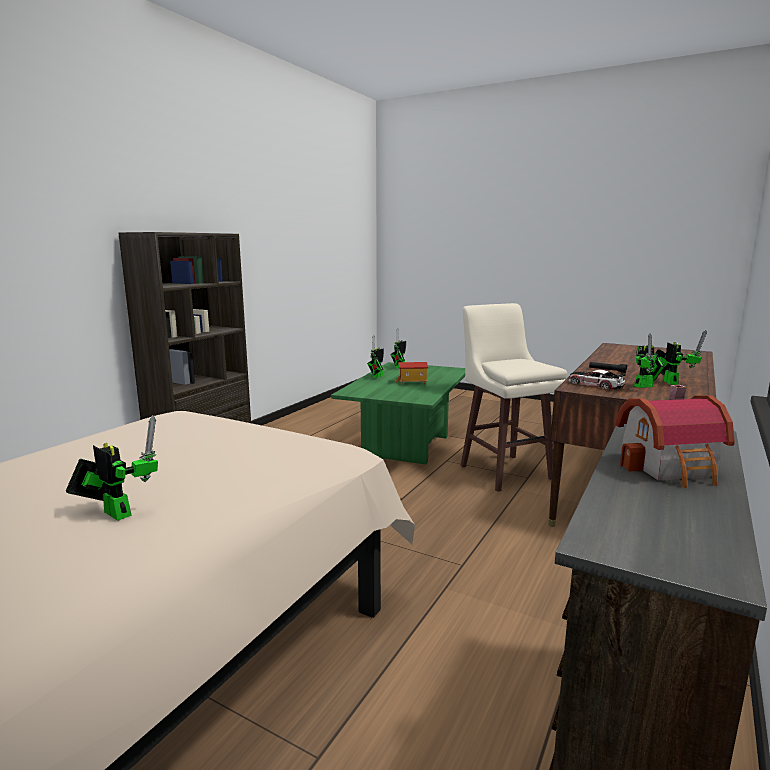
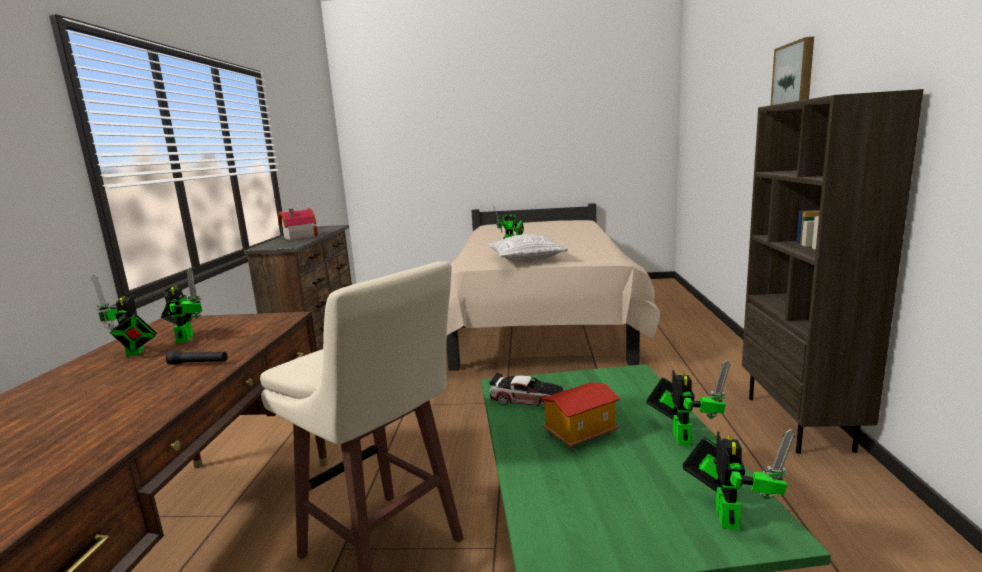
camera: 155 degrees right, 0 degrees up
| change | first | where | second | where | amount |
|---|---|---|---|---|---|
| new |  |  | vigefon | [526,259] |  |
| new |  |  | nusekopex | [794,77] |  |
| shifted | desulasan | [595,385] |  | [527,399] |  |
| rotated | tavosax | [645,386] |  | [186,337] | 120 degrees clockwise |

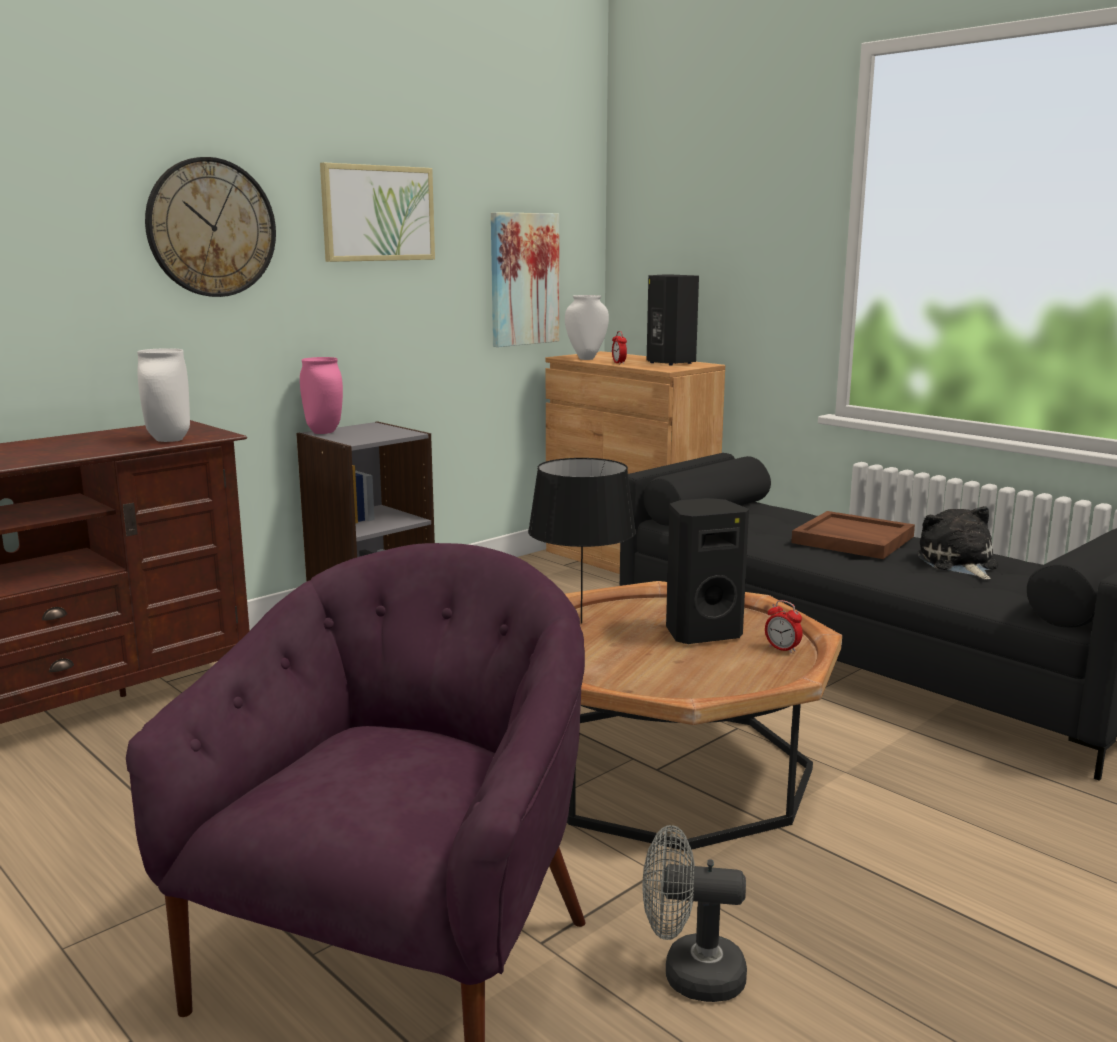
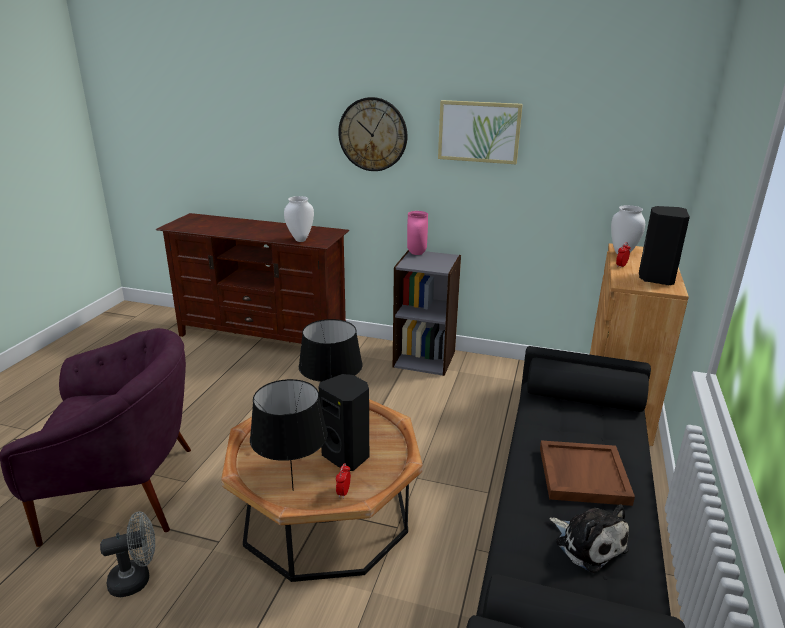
camera: 60 degrees right, 10 degrees up
| change | first | where | second | where | amount |
|---|---|---|---|---|---|
| gone | nusekopex | [523,279] |  |  |  |
| new |  |  | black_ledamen | [292,490] |  |
| rotated | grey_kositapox | [690,975] |  | [136,579] | 90 degrees clockwise |
| rotated | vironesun | [958,563] |  | [588,543] | 90 degrees clockwise |

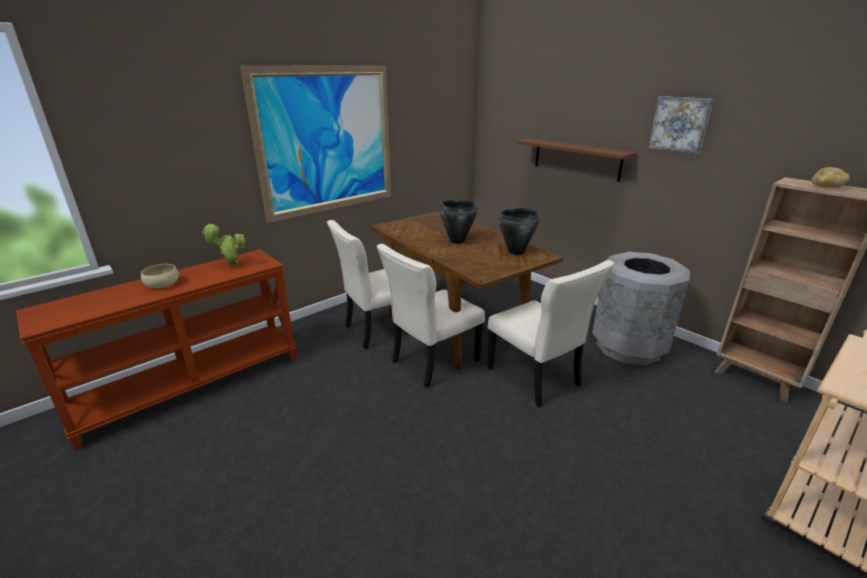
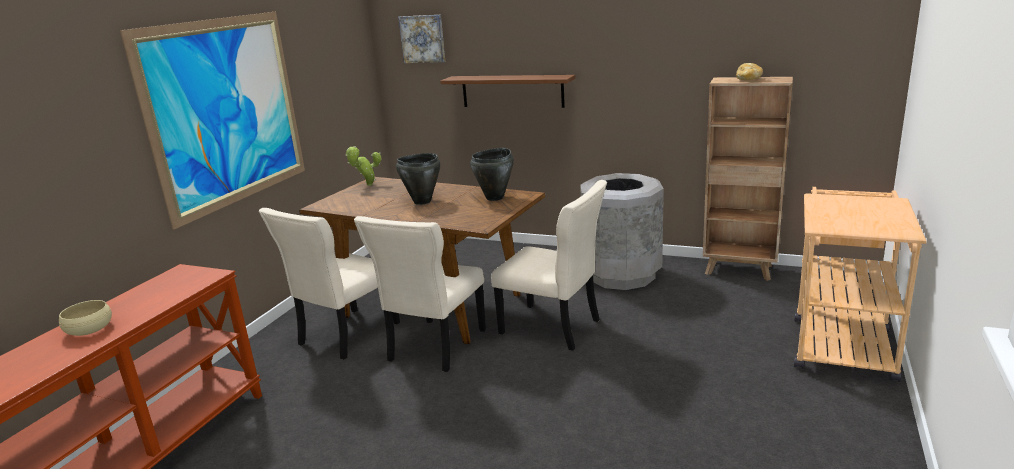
camera: 25 degrees left, 5 degrees down
| change | first | where | second | where | amount |
|---|---|---|---|---|---|
| shifted | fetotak | [231,266] |  | [367,185] |  |
| shifted | nusekopex | [680,124] |  | [423,39] |  |

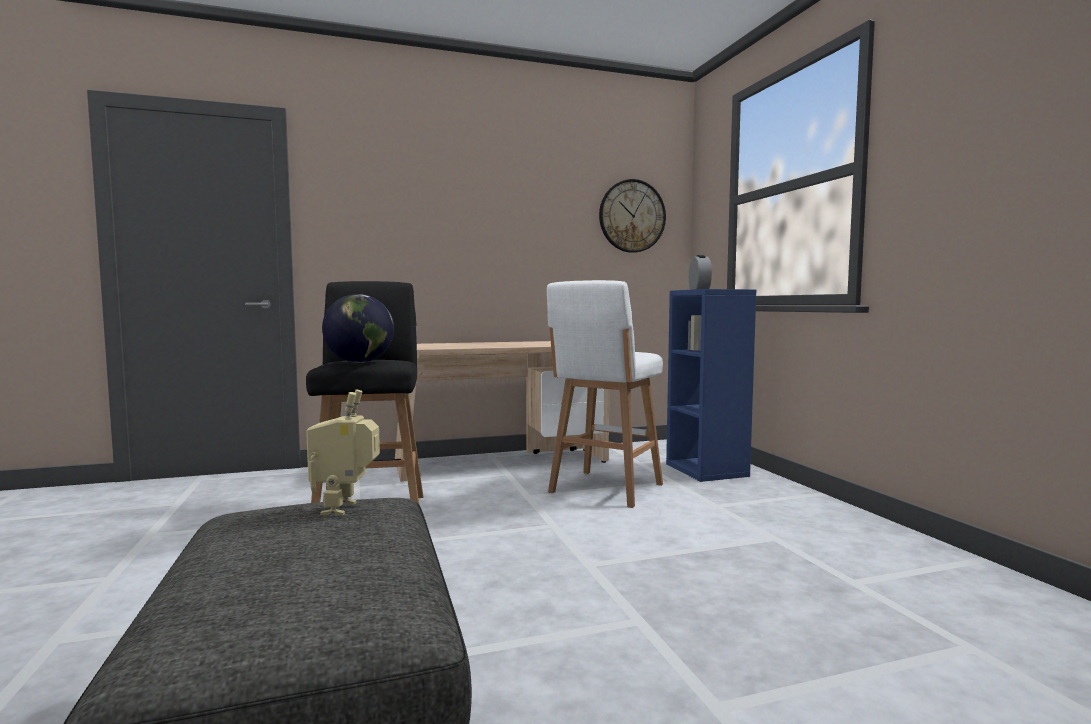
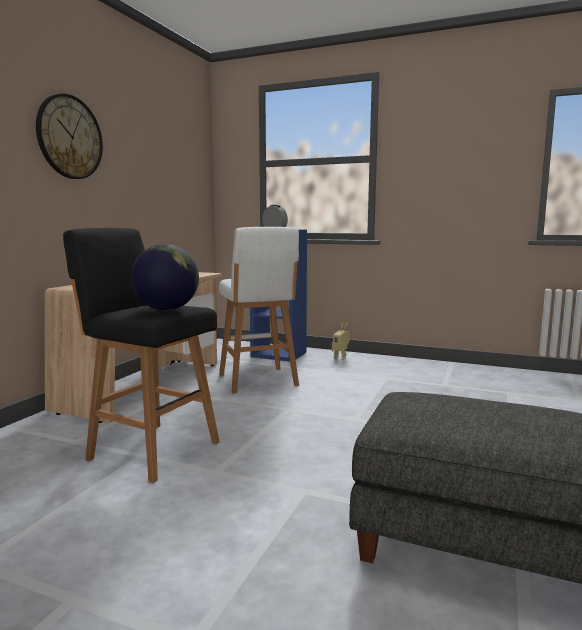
camera: 50 degrees left, 5 degrees up
| change | first | where | second | where | amount |
|---|---|---|---|---|---|
| shifted | tavosax | [346,508] |  | [341,357] |  |
| shifted | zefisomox | [632,216] |  | [69,137] |  |

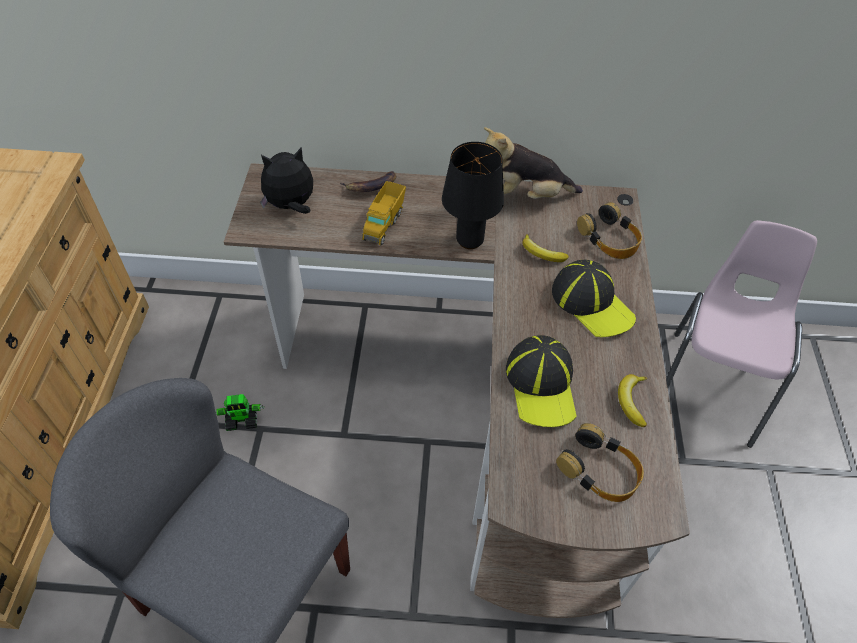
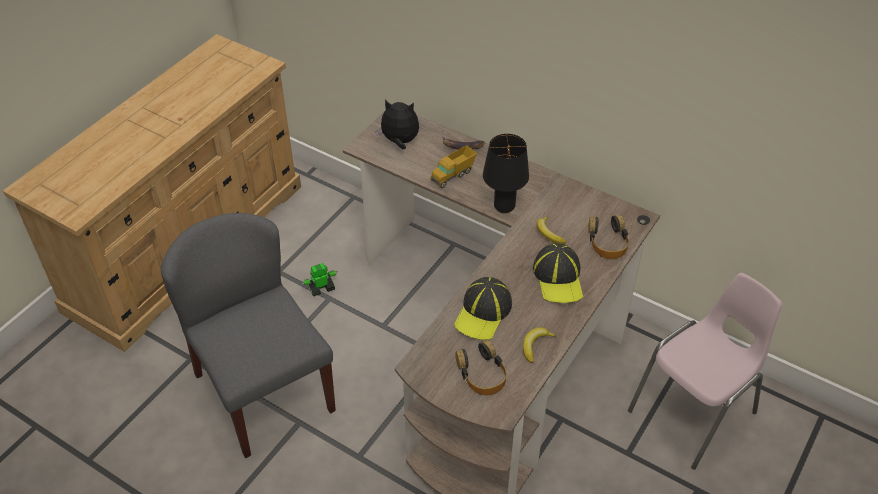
camera: 30 degrees right, 5 degrees down
| change | first | where | second | where | amount |
|---|---|---|---|---|---|
| gone | vironesun | [523,197] |  |  |  |
| rotated | tavosax | [242,420] |  | [320,288] | 135 degrees clockwise |

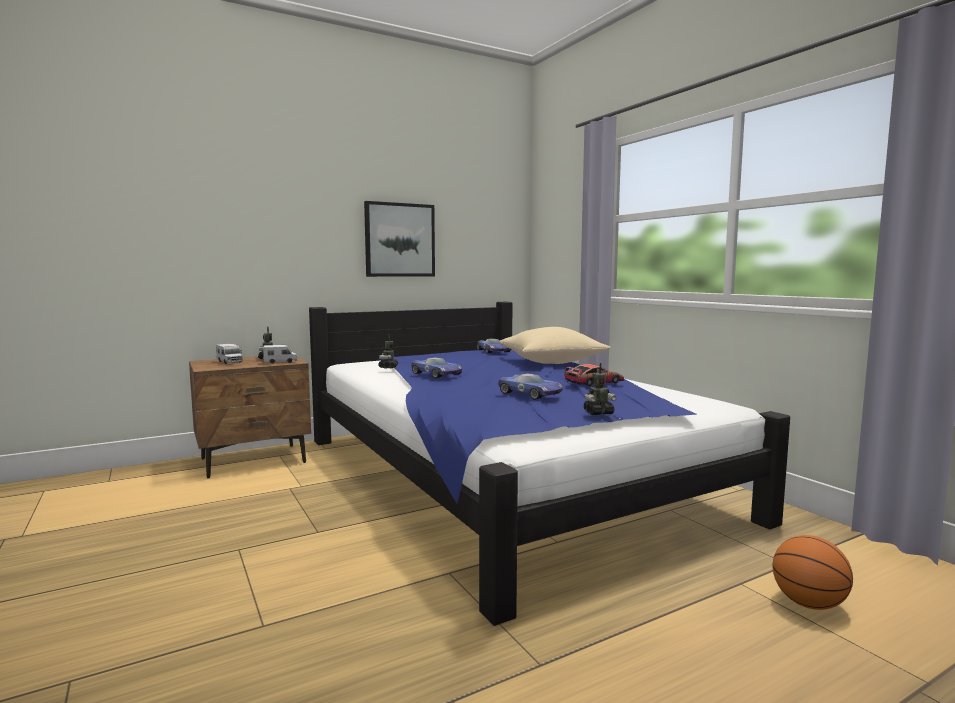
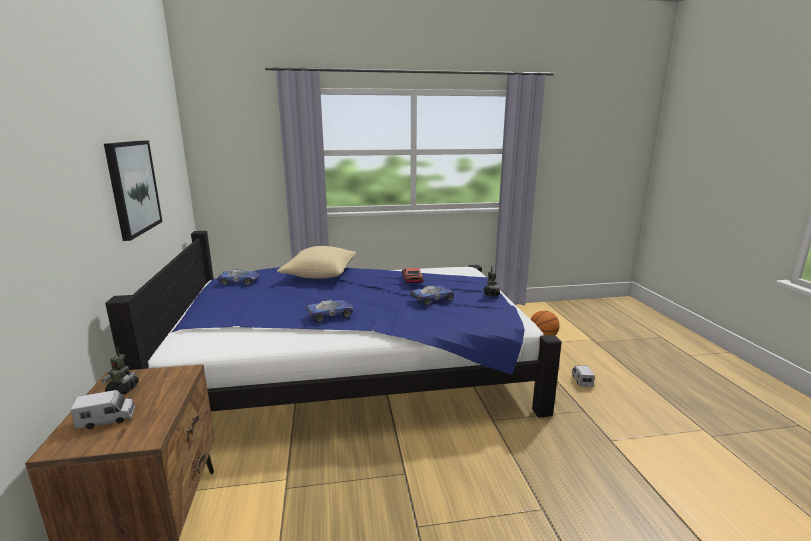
camera: 70 degrees left, 10 degrees up
| change | first | where | second | where | amount |
|---|---|---|---|---|---|
| gone | tavosax | [388,367] |  |  |  |
| shifted | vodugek | [280,362] |  | [581,380] |  |

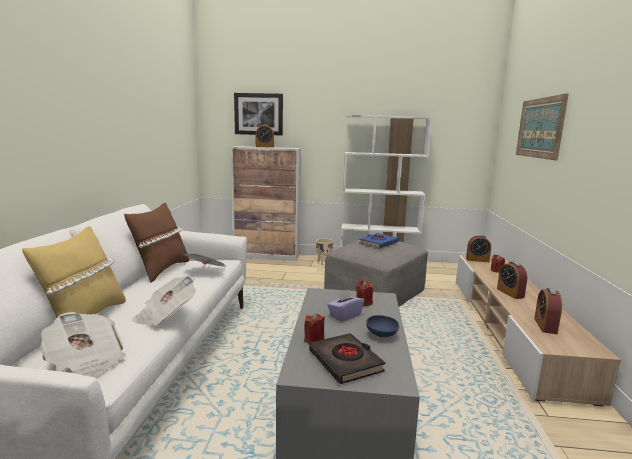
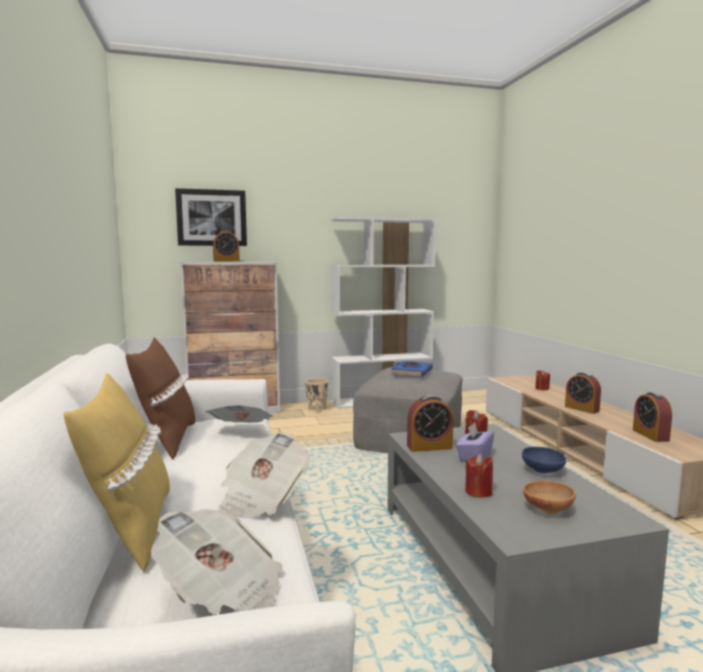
camera: 20 degrees left, 5 degrees down
| change | first | where | second | where | amount |
|---|---|---|---|---|---|
| gone | nusekopex | [540,128] |  |  |  |
| shifted | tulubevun | [477,260] |  | [429,447] |  |
| swapped | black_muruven | [346,362] | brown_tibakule | [546,509] |  |

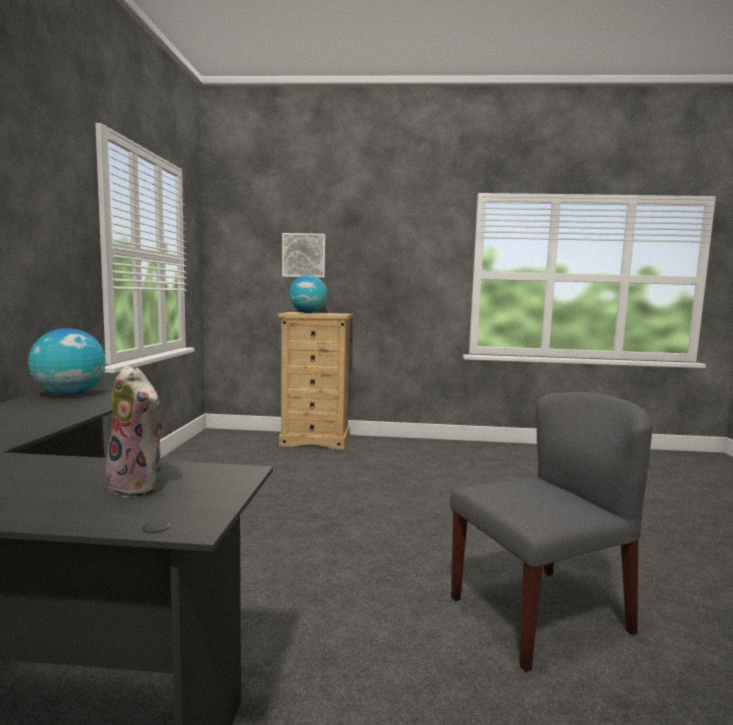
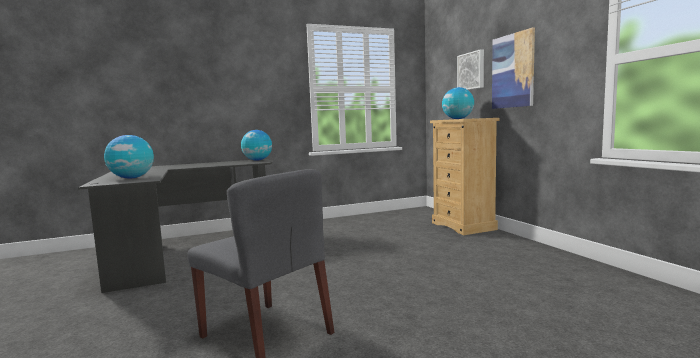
camera: 65 degrees right, 0 degrees up
| change | first | where | second | where | amount |
|---|---|---|---|---|---|
| new |  |  | nusekopex | [513,71] |  |
| swapped | vironesun | [140,486] | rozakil | [132,178] |  |

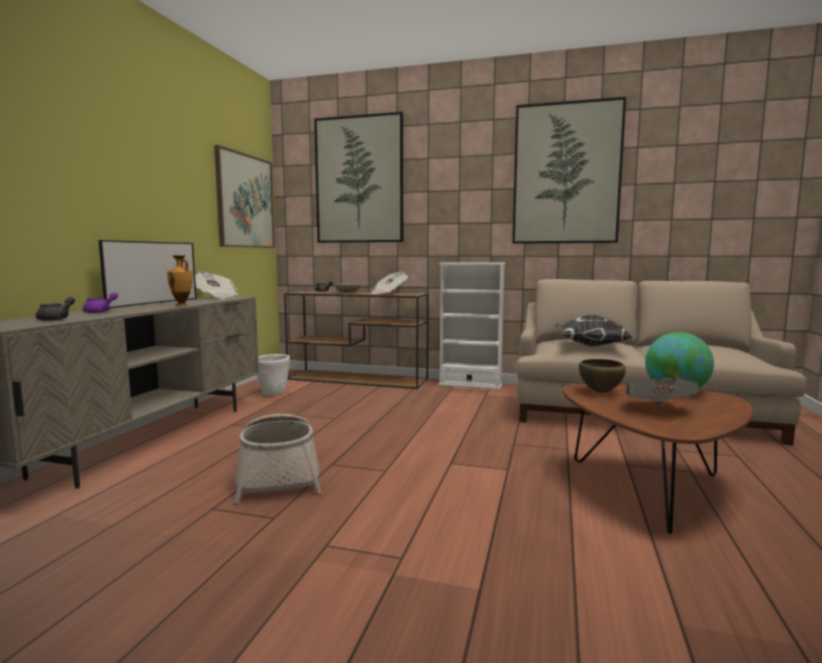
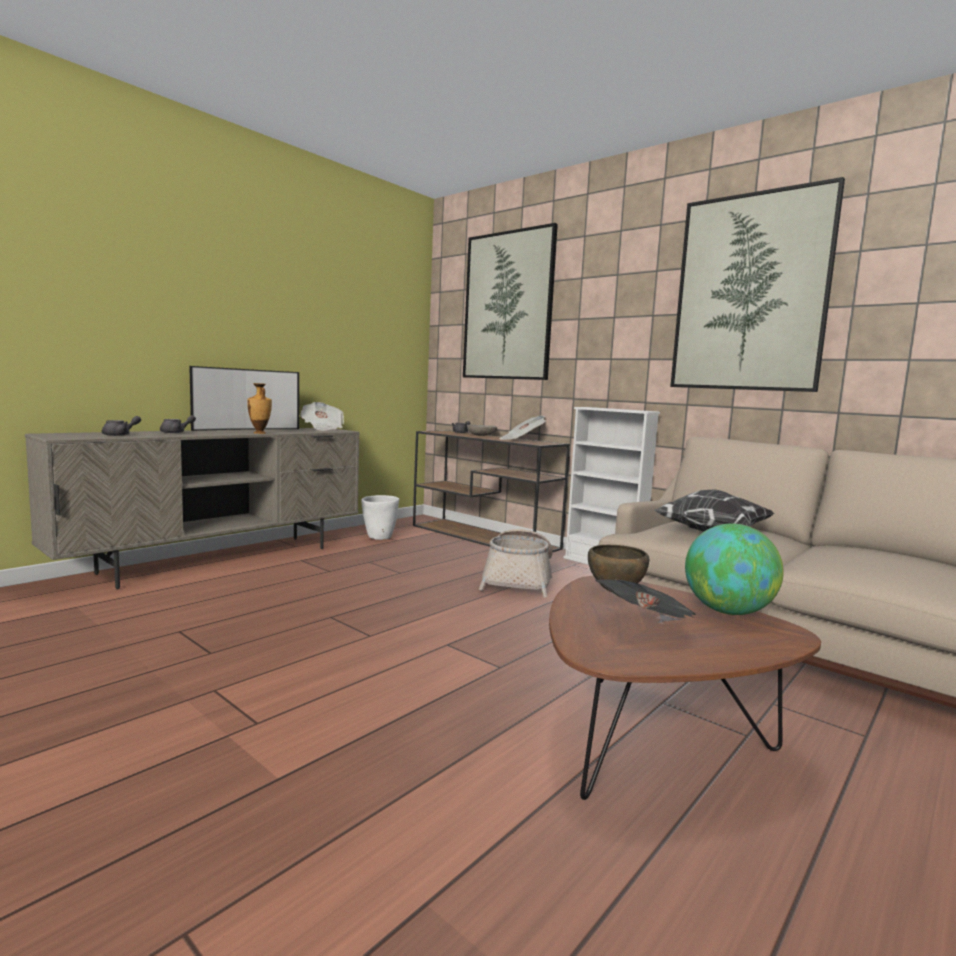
camera: 25 degrees right, 0 degrees up
| change | first | where | second | where | amount |
|---|---|---|---|---|---|
| gone | nusekopex | [245,201] |  |  |  |
| shifted | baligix | [279,475] |  | [518,580] |  |
| repainted | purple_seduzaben | [101,311] | grey_seduzaben | [176,432] |  |

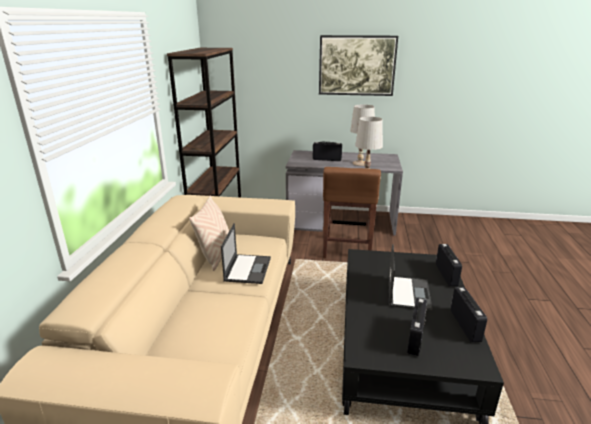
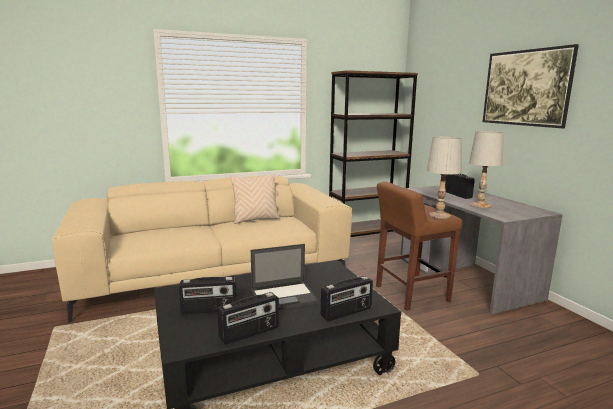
camera: 60 degrees right, 10 degrees down
| change | first | where | second | where | amount |
|---|---|---|---|---|---|
| gone | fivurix | [248,268] |  |  |  |

